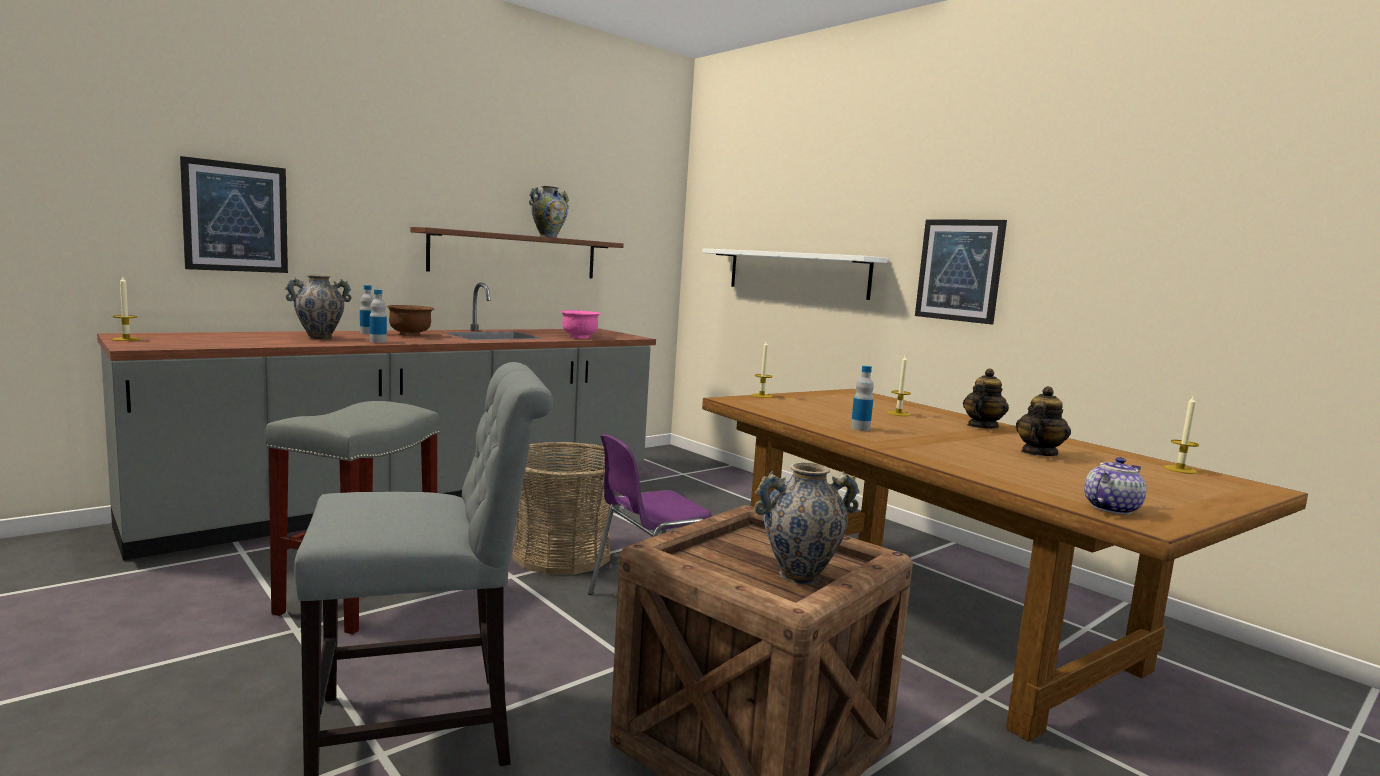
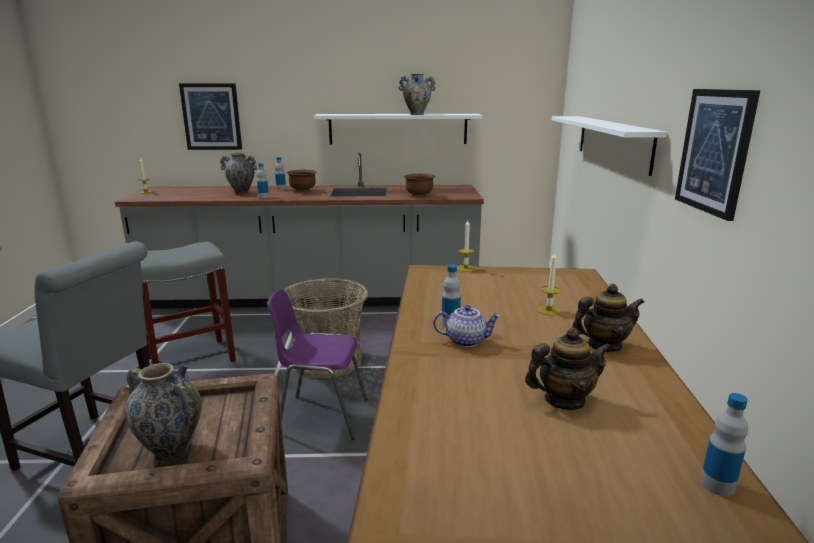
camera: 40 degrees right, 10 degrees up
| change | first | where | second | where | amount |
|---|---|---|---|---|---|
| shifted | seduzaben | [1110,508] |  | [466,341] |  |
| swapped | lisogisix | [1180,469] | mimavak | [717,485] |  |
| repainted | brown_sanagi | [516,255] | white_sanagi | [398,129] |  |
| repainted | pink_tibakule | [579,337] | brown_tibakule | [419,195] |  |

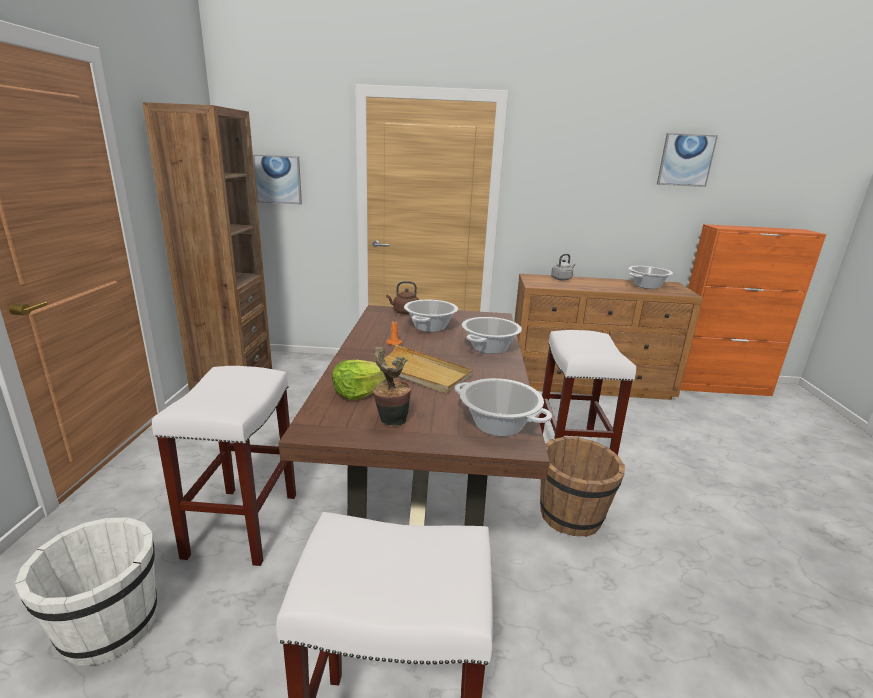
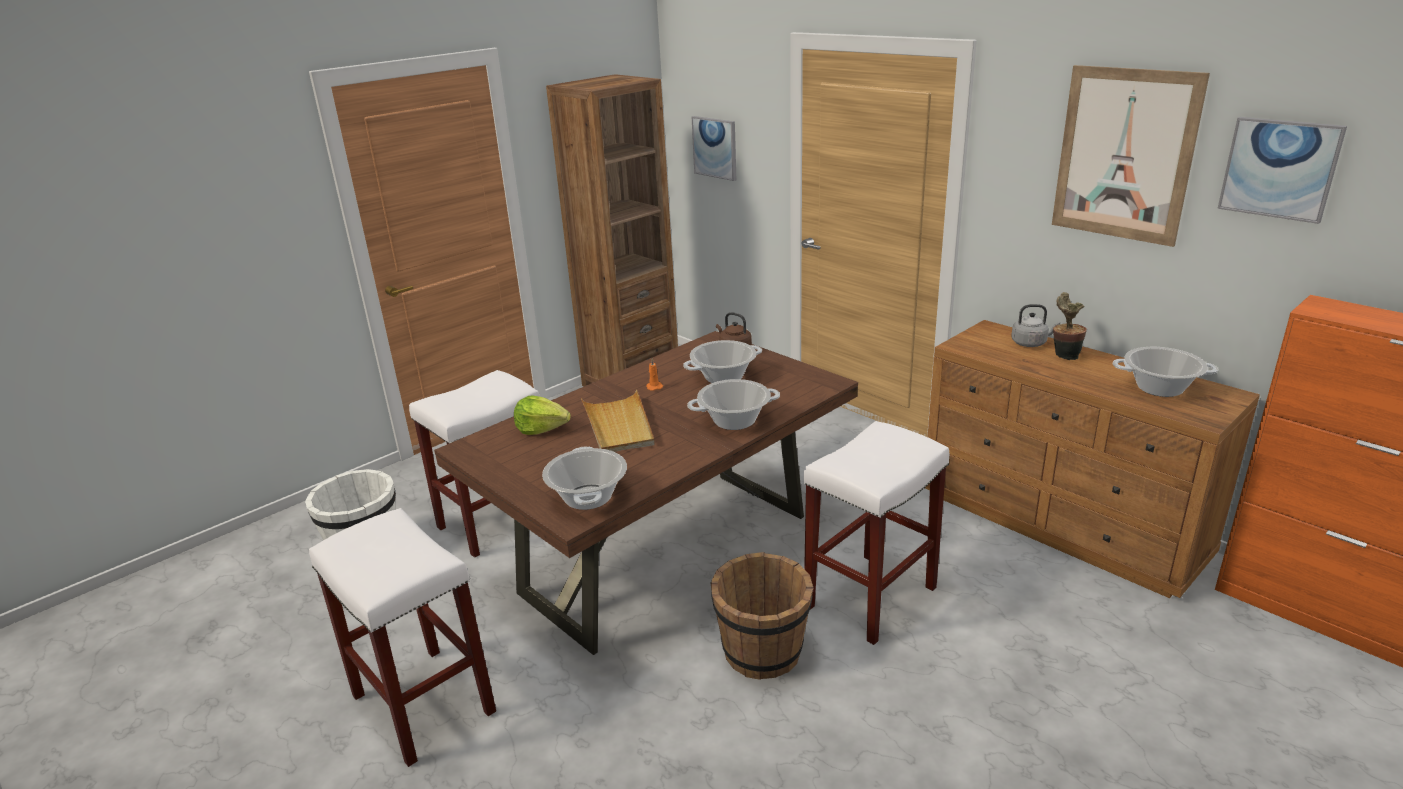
camera: 45 degrees right, 5 degrees up
| change | first | where | second | where | amount |
|---|---|---|---|---|---|
| new |  |  | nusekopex | [1124,155] |  |
| shifted | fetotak | [390,421] |  | [1064,356] |  |

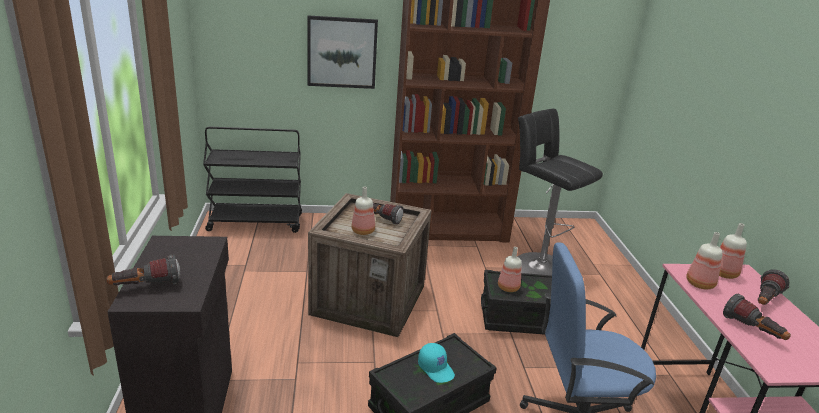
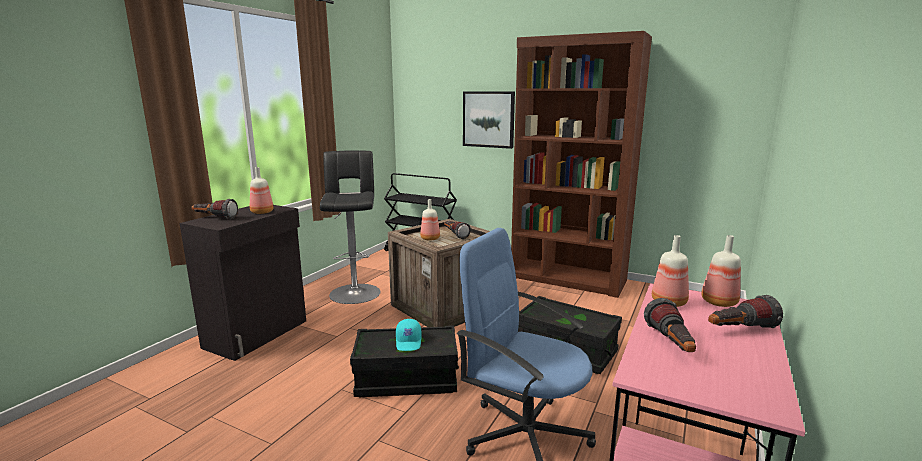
camera: 35 degrees right, 10 degrees down
| change | first | where | second | where | amount |
|---|---|---|---|---|---|
| shifted | mimavak | [508,288] |  | [261,212] |  |
| shifted | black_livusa | [537,264] |  | [355,292] |  |

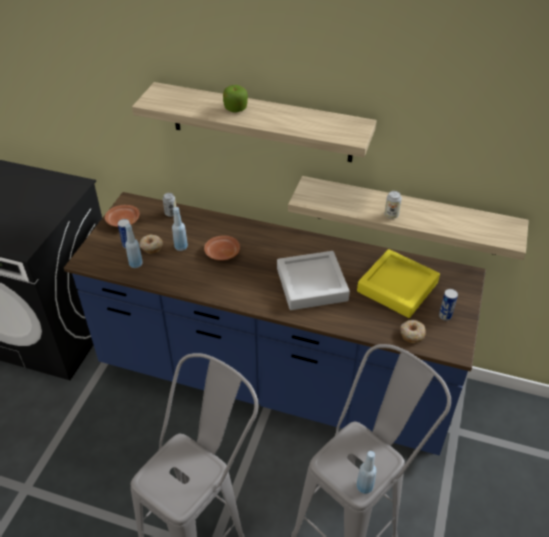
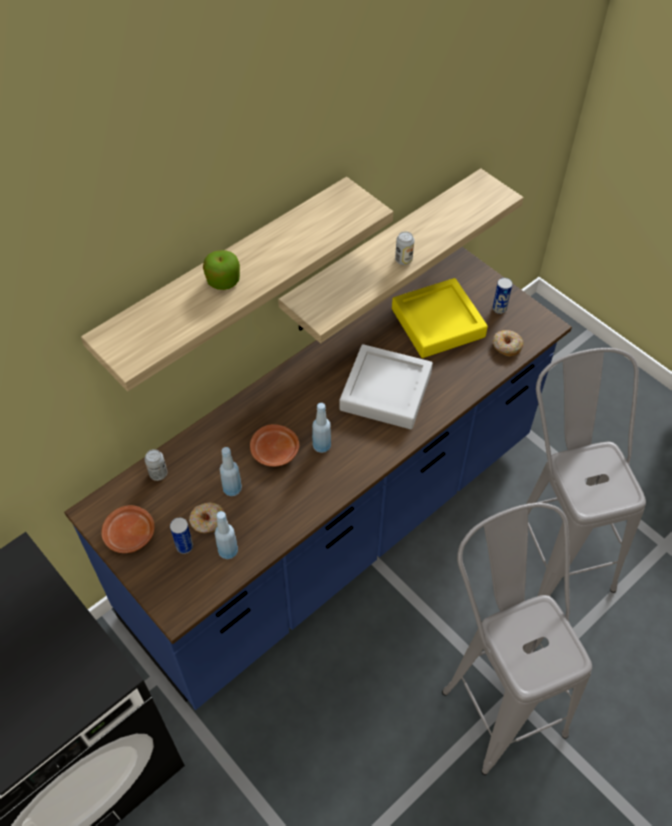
camera: 60 degrees left, 10 degrees up
| change | first | where | second | where | amount |
|---|---|---|---|---|---|
| shifted | blue_mimavak | [364,487] |  | [321,446] |  |

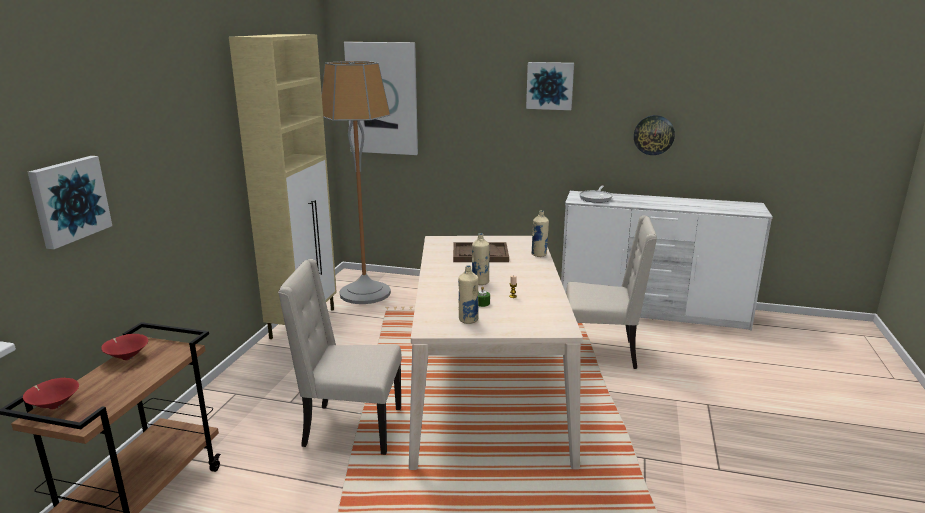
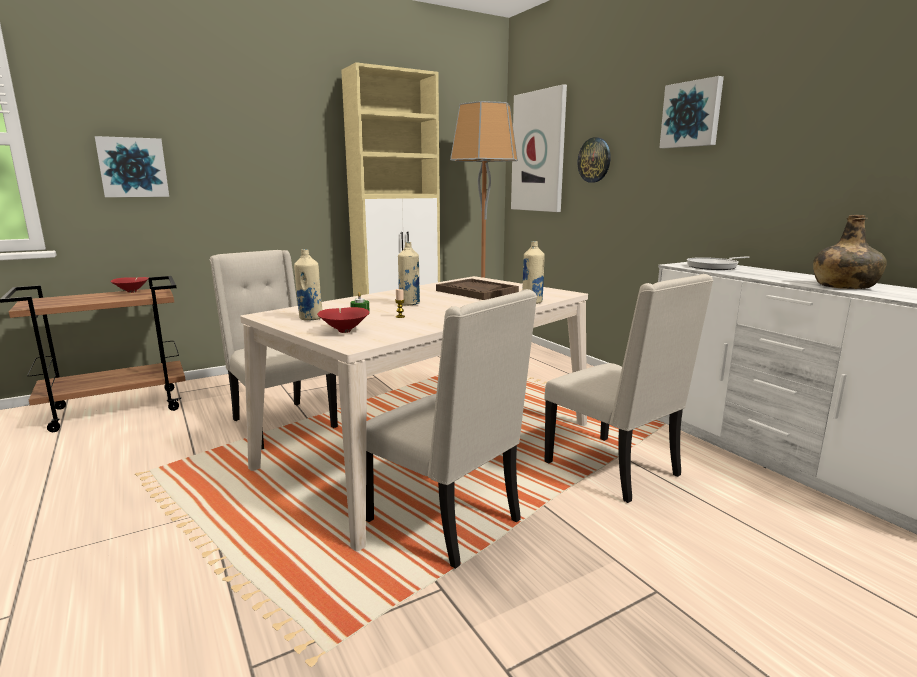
camera: 45 degrees right, 5 degrees down
| change | first | where | second | where | amount |
|---|---|---|---|---|---|
| new |  |  | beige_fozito | [447,520] |  |
| new |  |  | green_mimavak | [843,286] |  |
| shifted | red_tibakule | [54,406] |  | [344,331] |  |
| shifted | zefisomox | [653,135] |  | [594,160] |  |

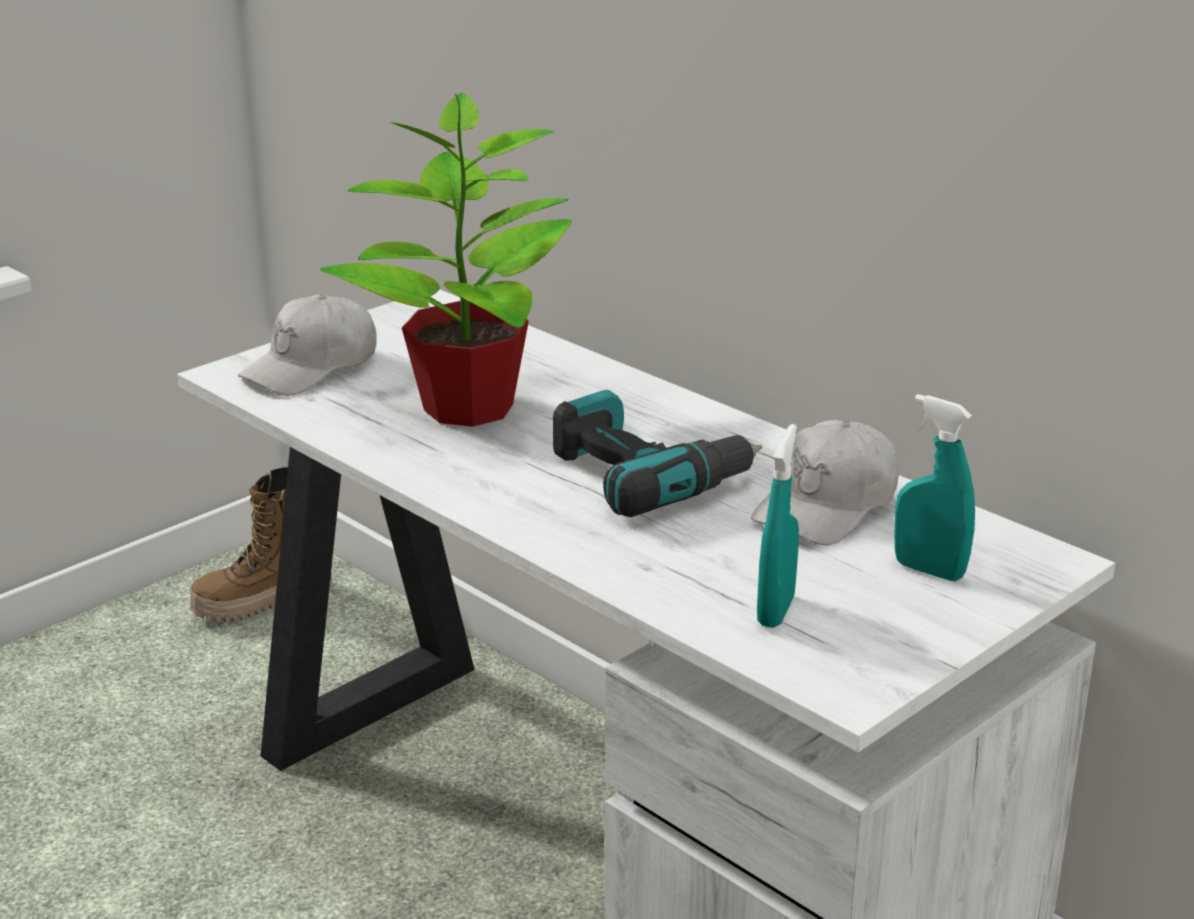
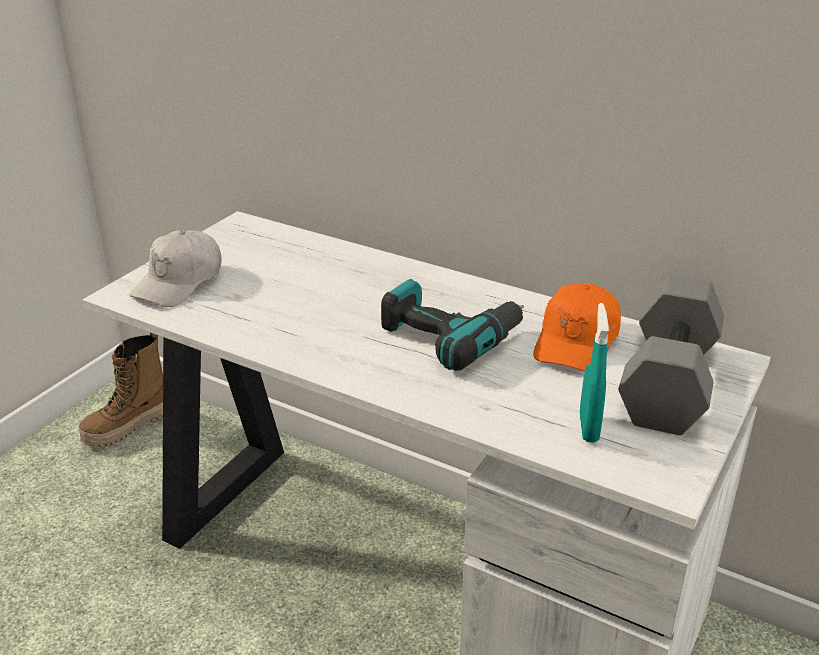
camera: 15 degrees left, 5 degrees up
| change | first | where | second | where | amount |
|---|---|---|---|---|---|
| gone | fetotak | [466,408] |  |  |  |
| swapped | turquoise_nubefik | [929,570] | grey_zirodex | [666,380] |  |
| repainted | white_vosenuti | [827,506] | orange_vosenuti | [577,341] |  |

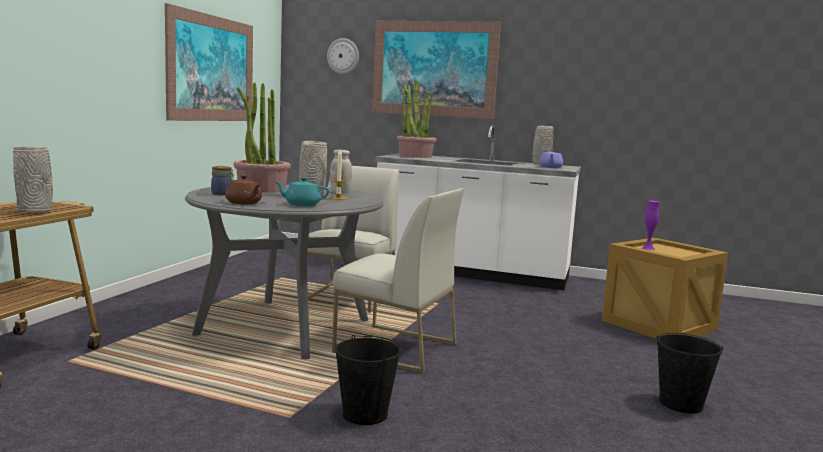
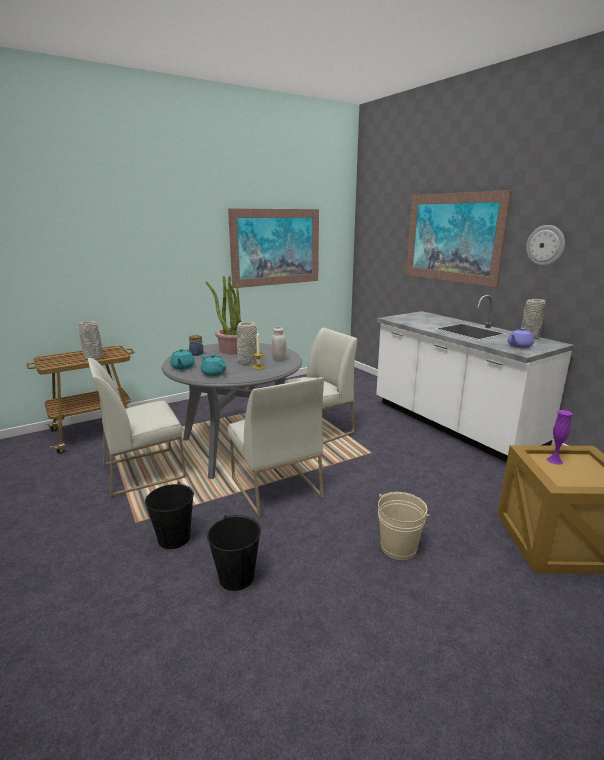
camera: 40 degrees right, 10 degrees up
| change | first | where | second | where | amount |
|---|---|---|---|---|---|
| gone | fetotak | [415,156] |  |  |  |
| new |  |  | white_fozito | [144,471] |  |
| new |  |  | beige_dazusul | [398,547] |  |
| shifted | zefisomox | [343,56] |  | [545,245] |  |
| shifted | black_dazusul | [681,404] |  | [236,577] |  |
| repainted | brown_seduzaben | [244,203] | turquoise_seduzaben | [182,367] |  |

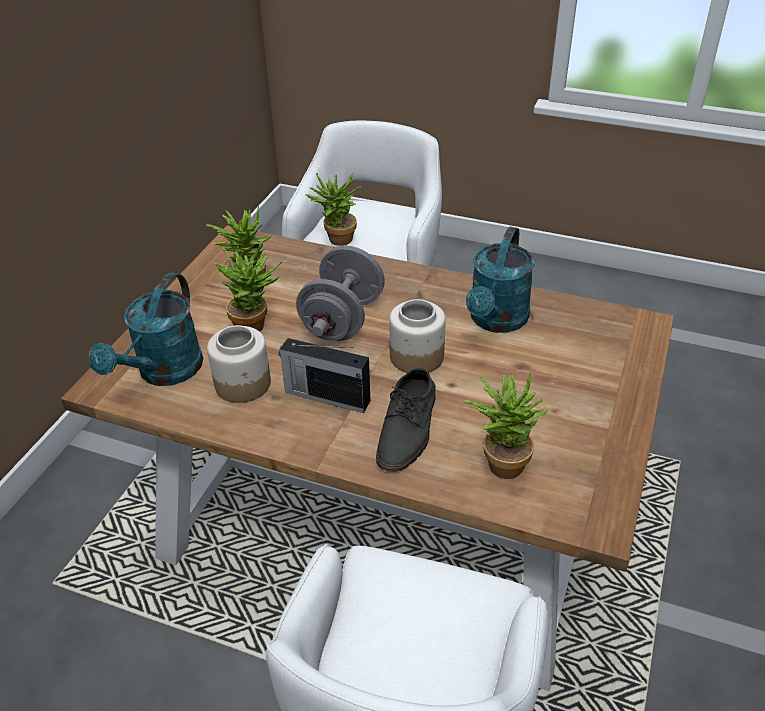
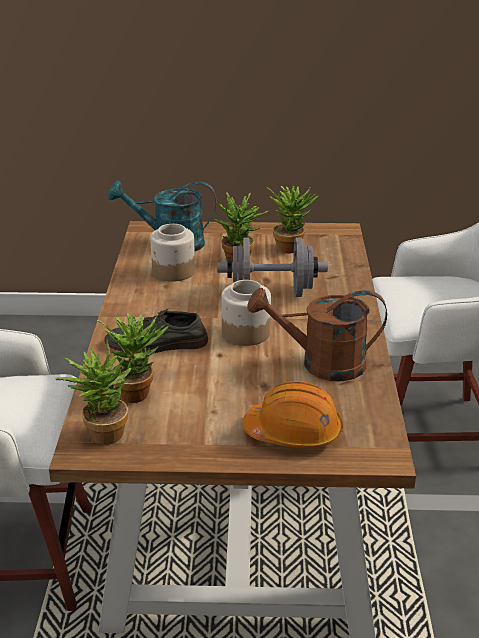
camera: 70 degrees right, 10 degrees down
| change | first | where | second | where | amount |
|---|---|---|---|---|---|
| gone | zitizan | [326,396] |  |  |  |
| new |  |  | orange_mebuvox | [294,432] |  |
| shifted | fetotak | [336,241] |  | [101,432] |  |
| repainted | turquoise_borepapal | [496,321] | brown_borepapal | [321,364] |  |

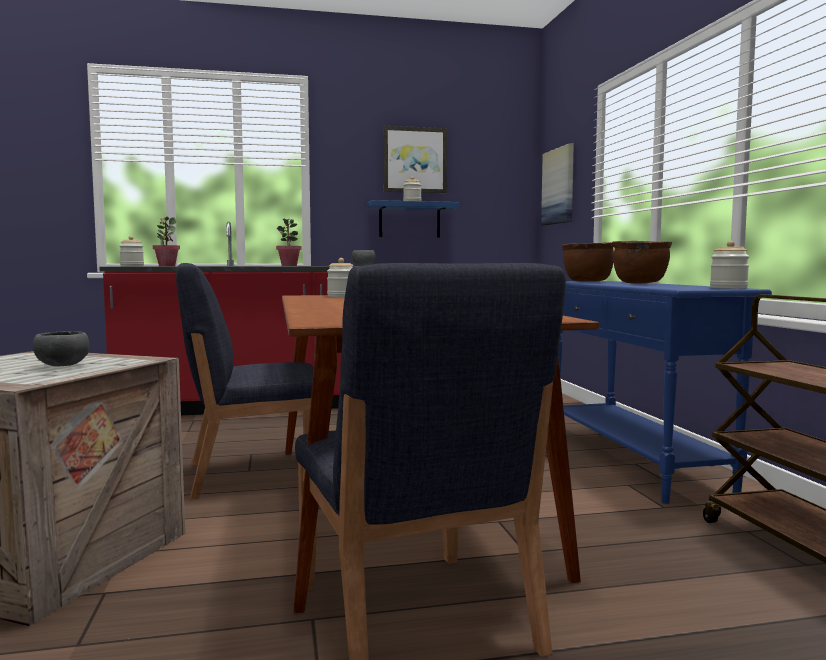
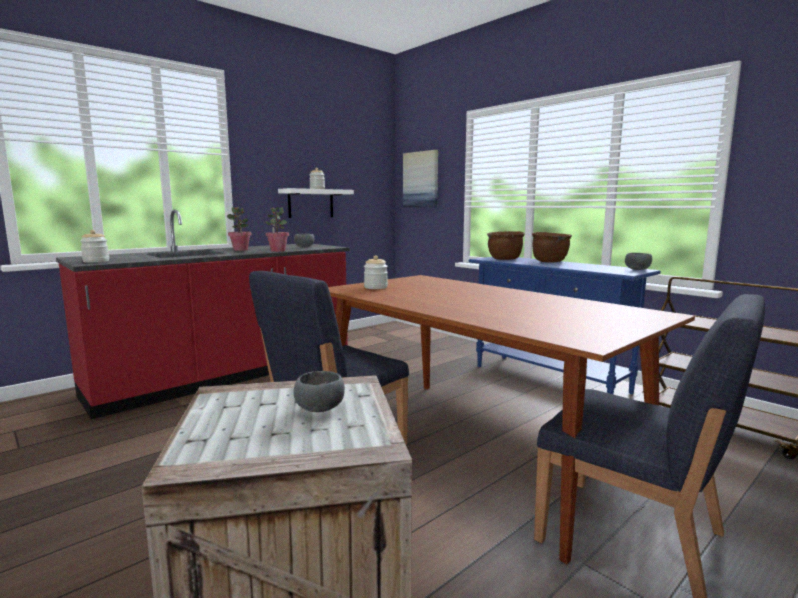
camera: 30 degrees left, 5 degrees up
| change | first | where | second | where | amount |
|---|---|---|---|---|---|
| gone | nusekopex | [414,160] |  |  |  |
| shifted | fetotak | [166,266] |  | [277,251] |  |
| swapped | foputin | [728,288] | grey_tibakule | [638,270] |  |
| repainted | blue_sanagi | [409,220] | white_sanagi | [310,203] |  |

